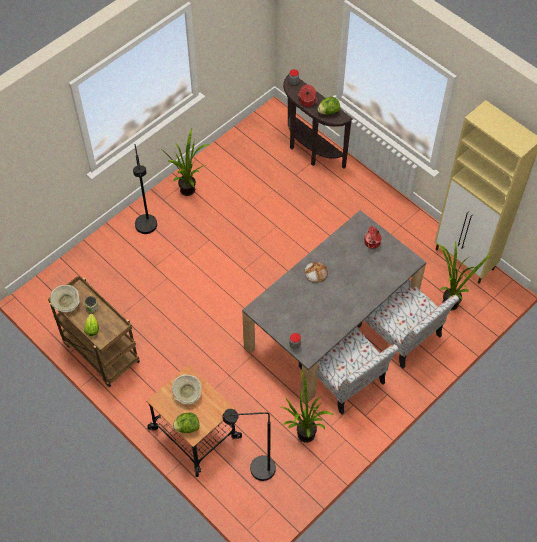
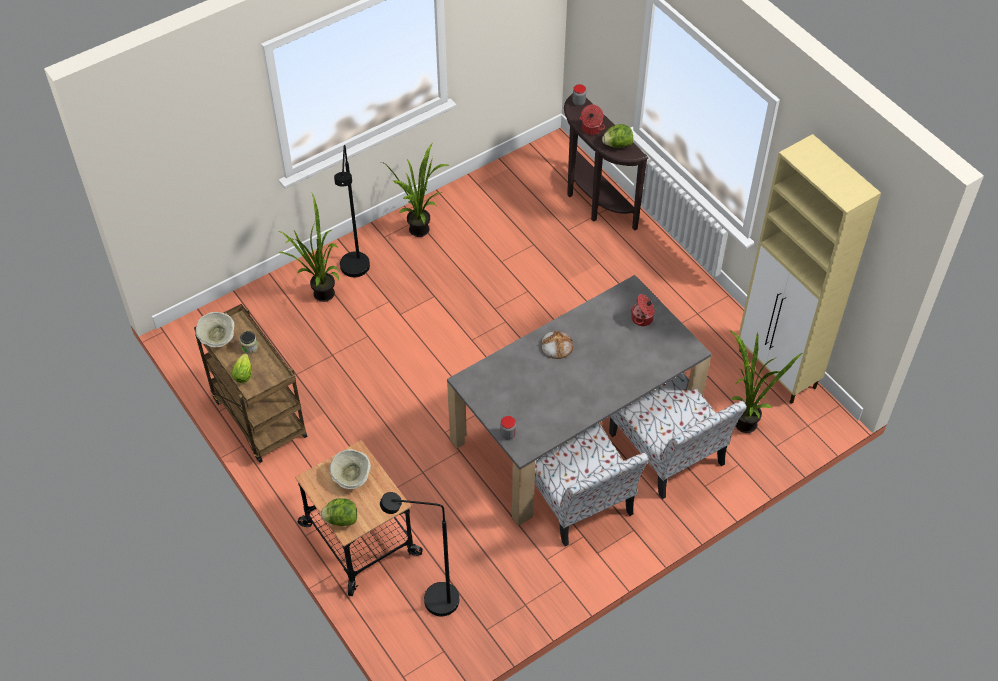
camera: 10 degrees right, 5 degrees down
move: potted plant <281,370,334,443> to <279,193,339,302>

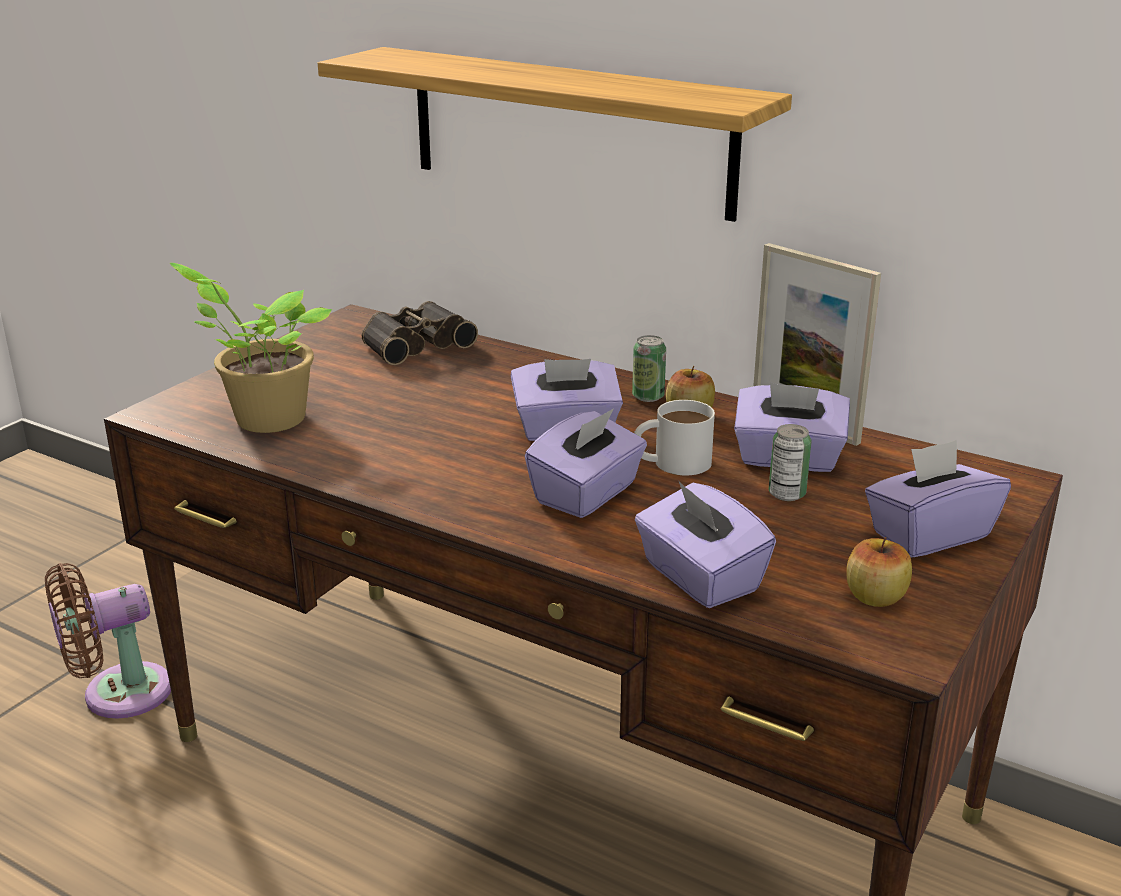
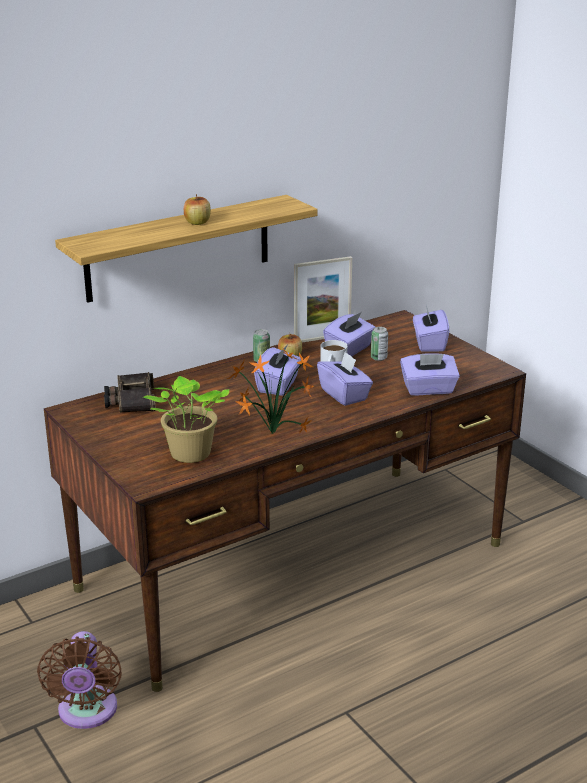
camera: 65 degrees left, 0 degrees up
insert: potted plant <227,347,314,435>
move: apple fruit <846,537,912,607> to <184,194,211,225>

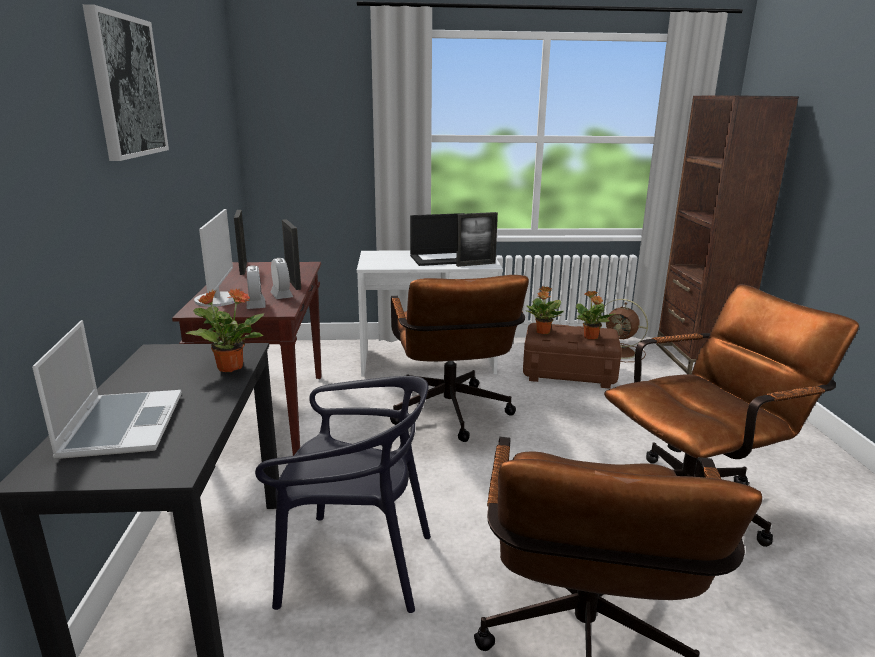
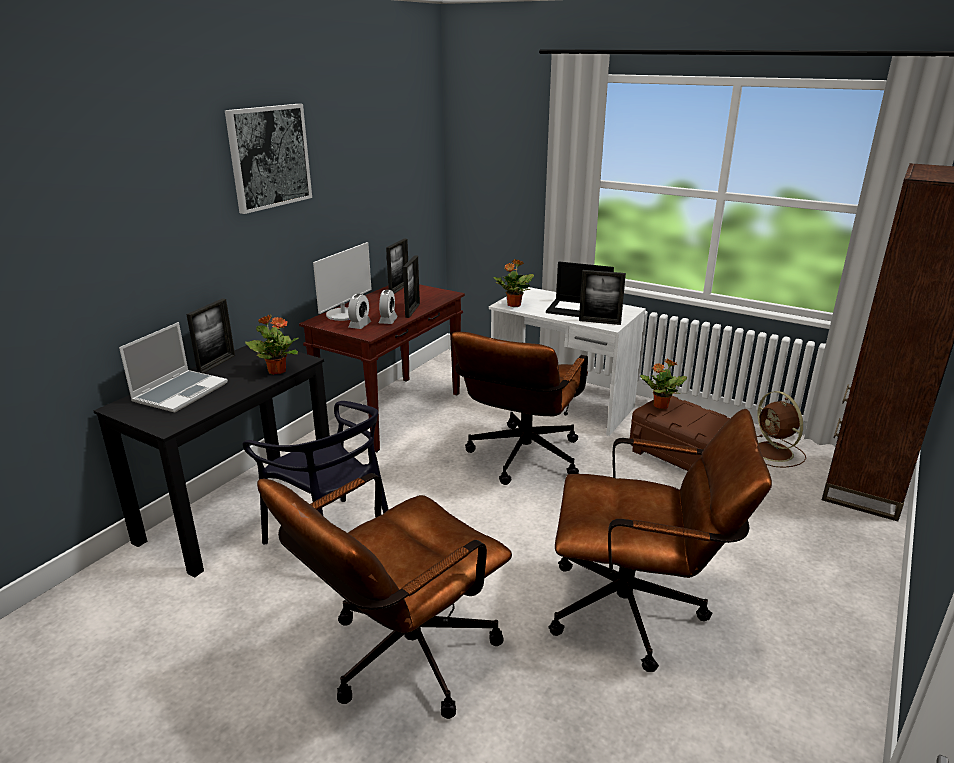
camera: 35 degrees right, 5 degrees up
insert: picture frame <186,299,235,373>
move: potted plant <576,291,615,339> to <493,259,534,307>

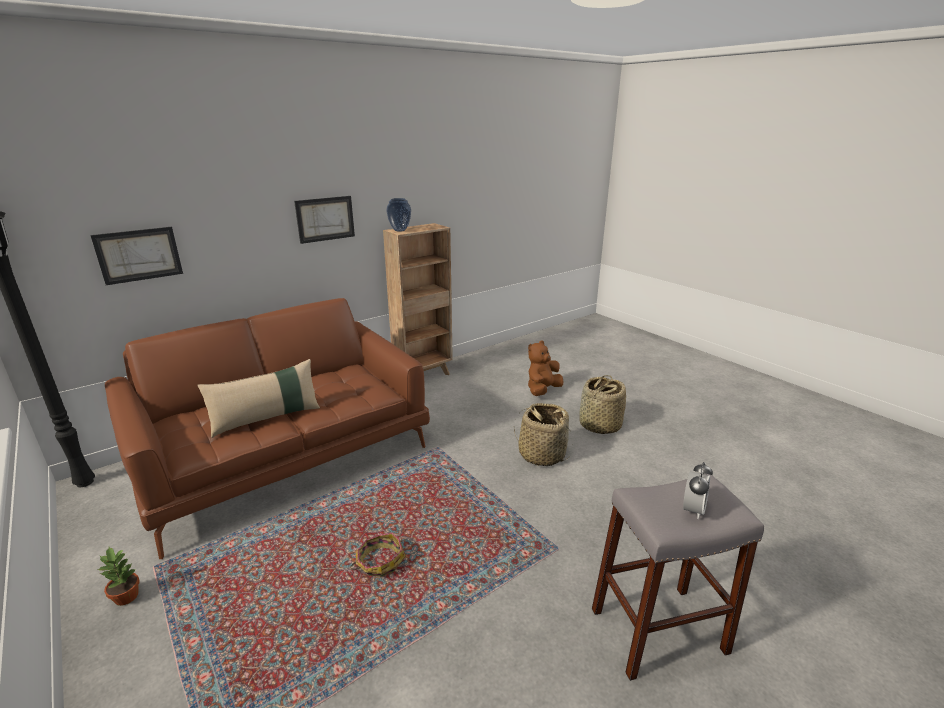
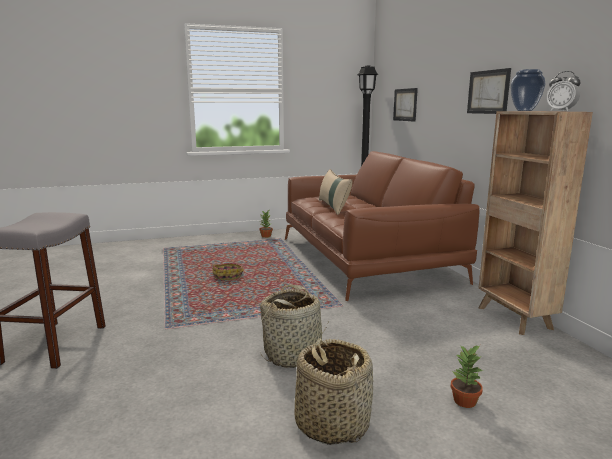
camera: 110 degrees right, 10 degrees down
move: table clock <683,462,713,519> to <546,71,581,111>
replace: brown-coloured plush toy <528,340,563,396> to potted plant <451,345,483,408>

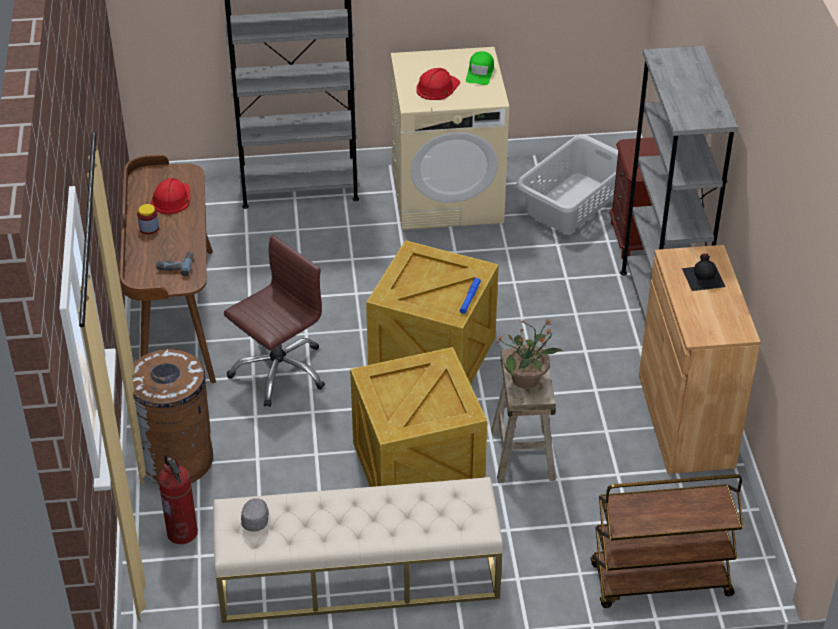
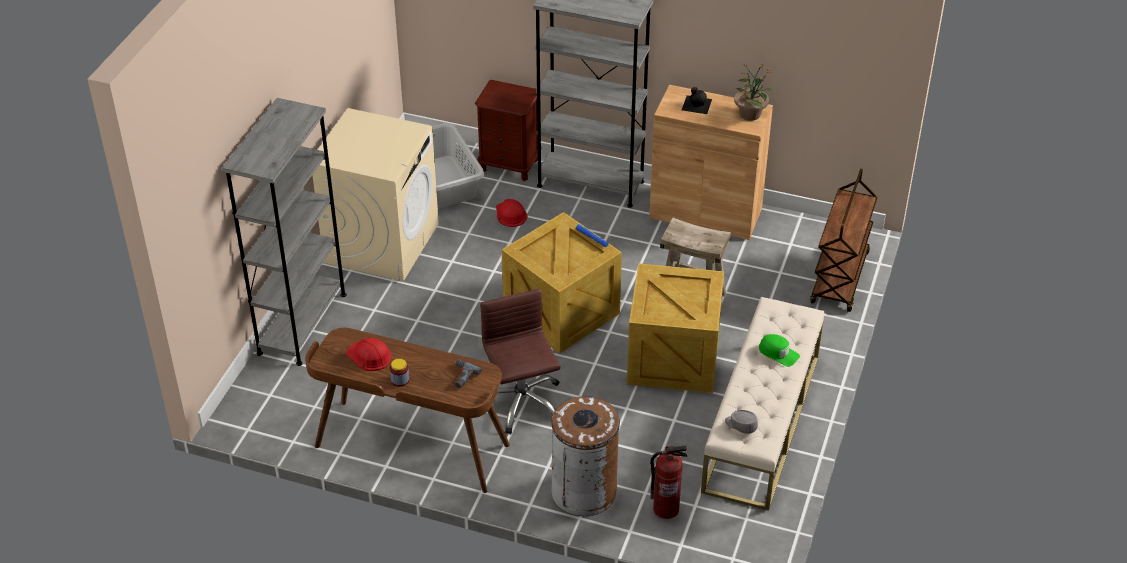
camera: 65 degrees left, 0 degrees up
move: red-coloured work helmet <416,68,460,100> to <496,199,528,227>; greenish peaked cap <466,51,494,85> to <759,334,800,367>; potted plant <496,318,563,389> to <734,63,775,121>

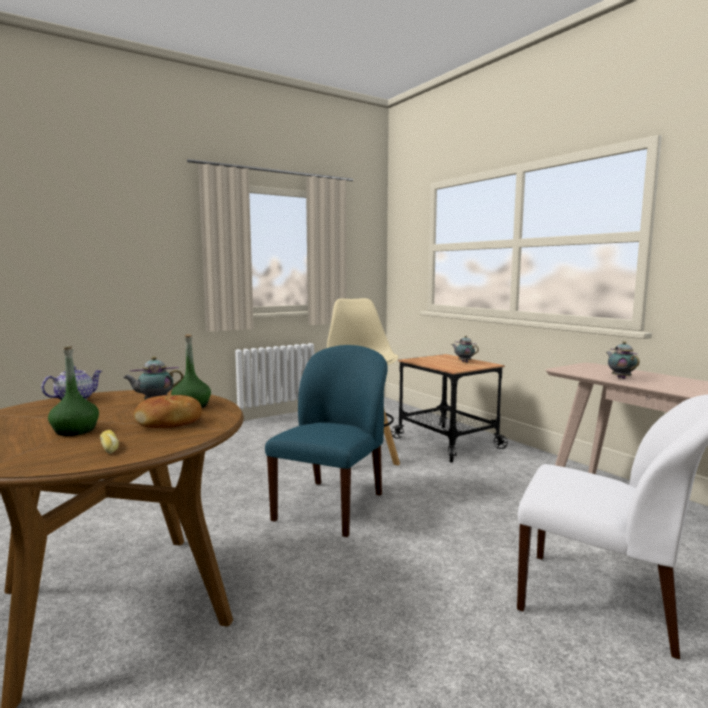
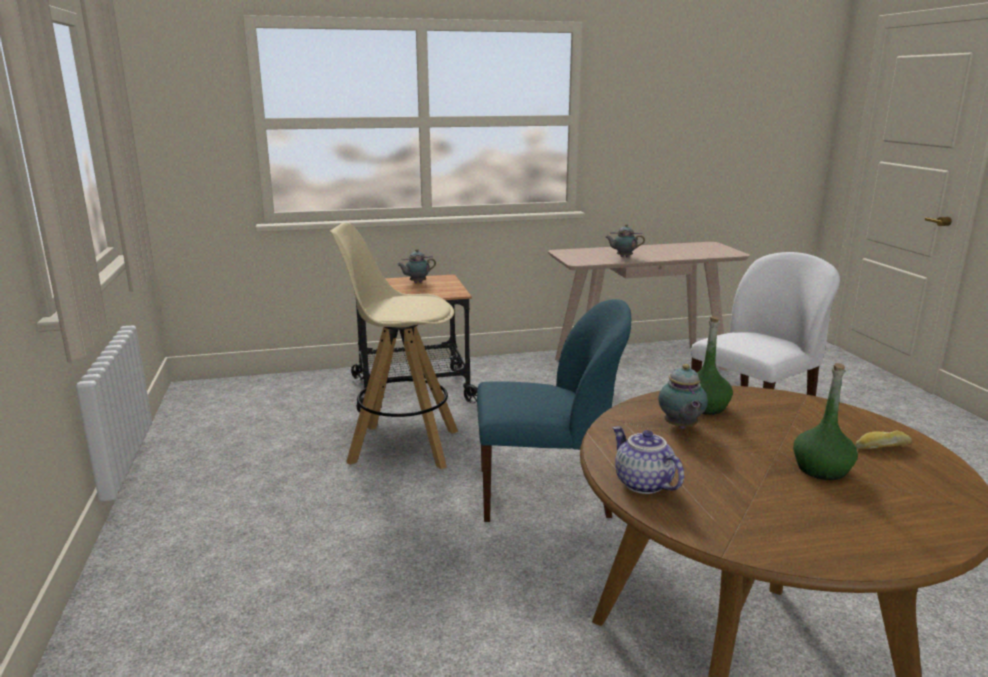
camera: 70 degrees left, 10 degrees up
delete: baked bread <134,395,202,428>
rotate: bluish plain chair <265,345,387,537> = <477,299,631,522> 135 degrees clockwise

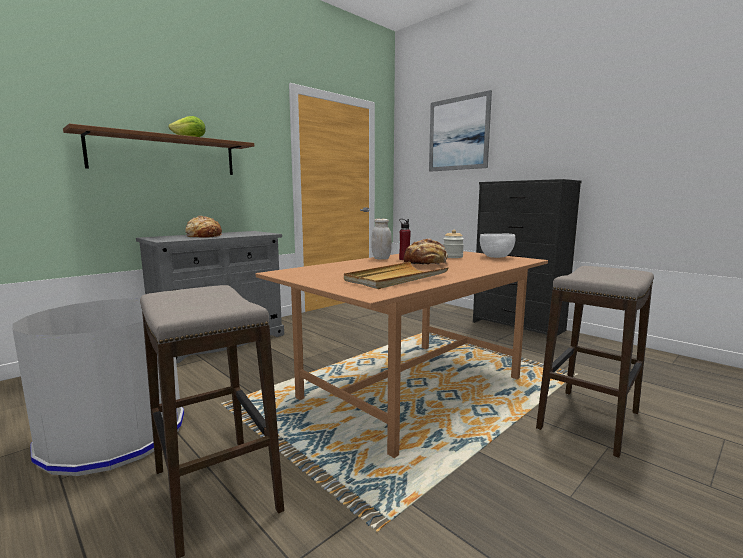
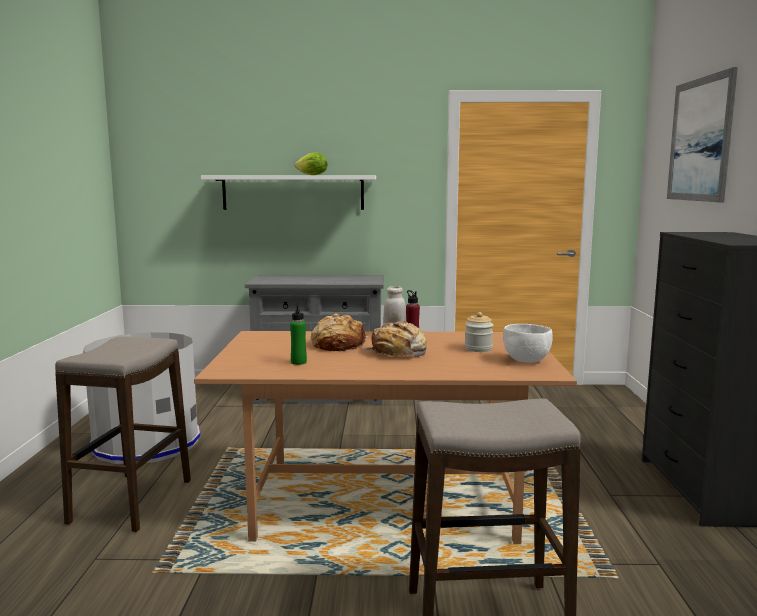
camera: 45 degrees right, 0 degrees up
move: baked bread <185,216,222,237> to <311,313,368,351>
replace: beige-coloured serving tray <344,262,448,289> to greenish beverage bottle <290,305,307,365>
recolor: brown-coloured shelf <63,124,254,175> to white-coloured shelf <201,176,376,210>

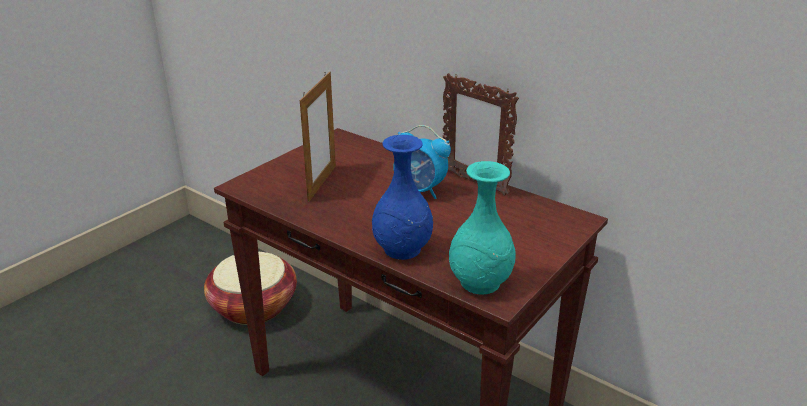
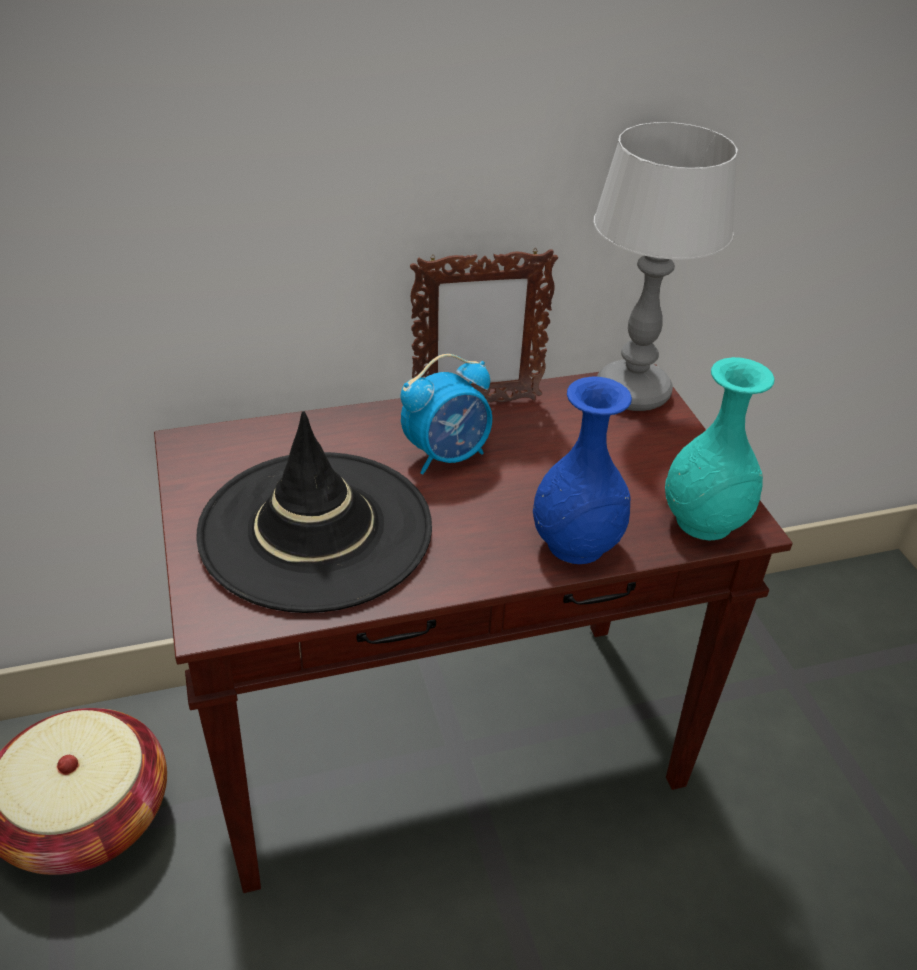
camera: 55 degrees left, 10 degrees up
insert: table lamp <593,122,738,411>
replace: picture frame <300,72,336,202> to blackish hat <196,411,432,613>

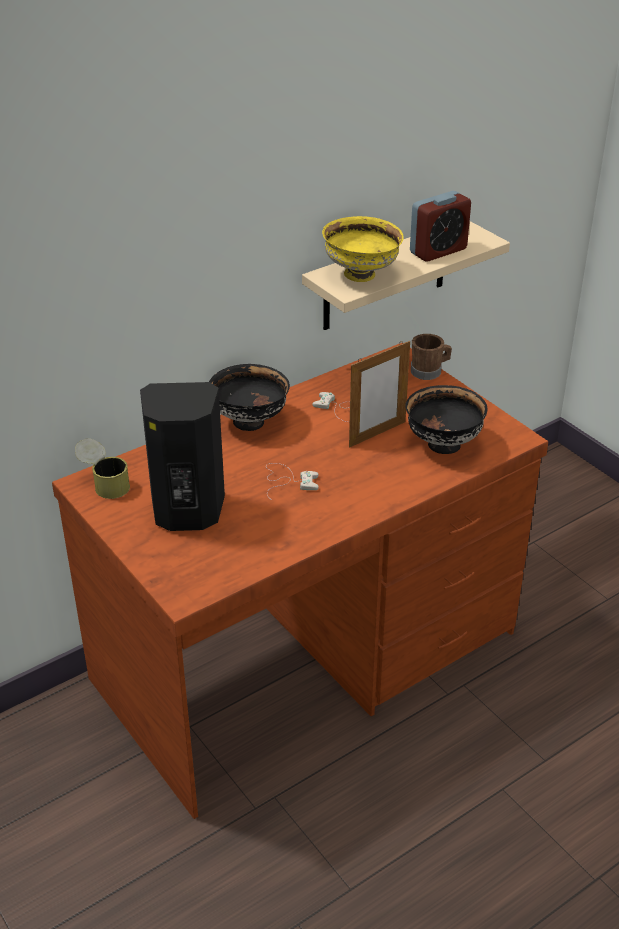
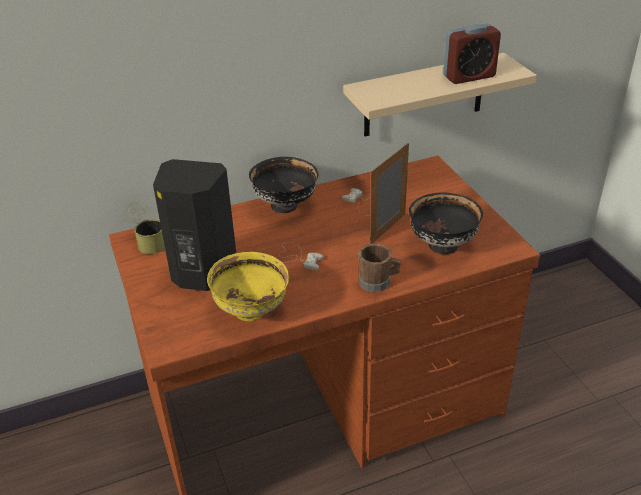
camera: 15 degrees right, 0 degrees up
move: yellow-coloured deep dish <322,216,404,282> to <207,252,289,321>; brown-coloured tea mug <411,334,452,380> to <358,244,400,292>
rotate: picture frame <349,341,410,447> = <370,143,409,244> 150 degrees clockwise

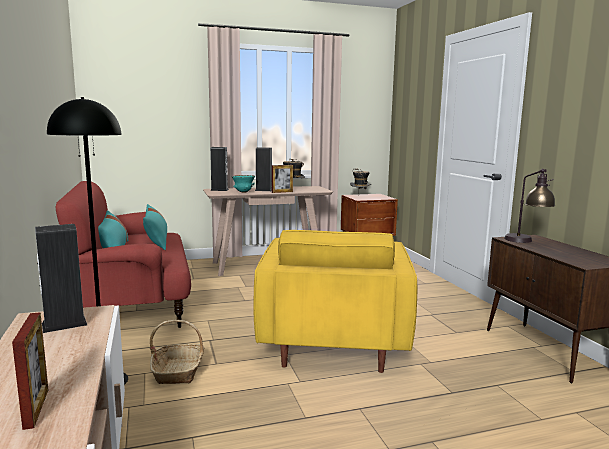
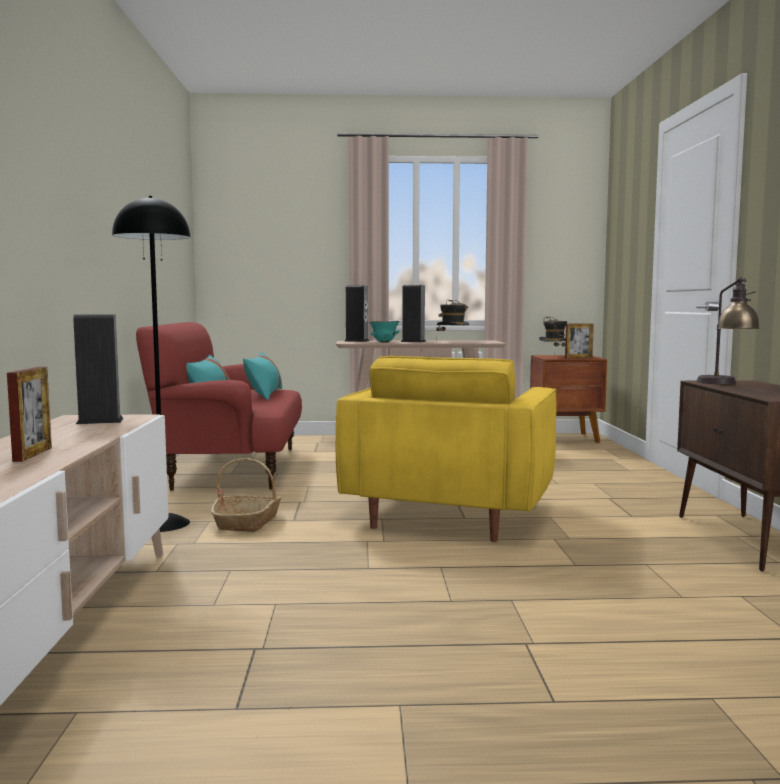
camera: 15 degrees right, 5 degrees down
move: picture frame <272,165,293,193> to <565,324,594,359>

